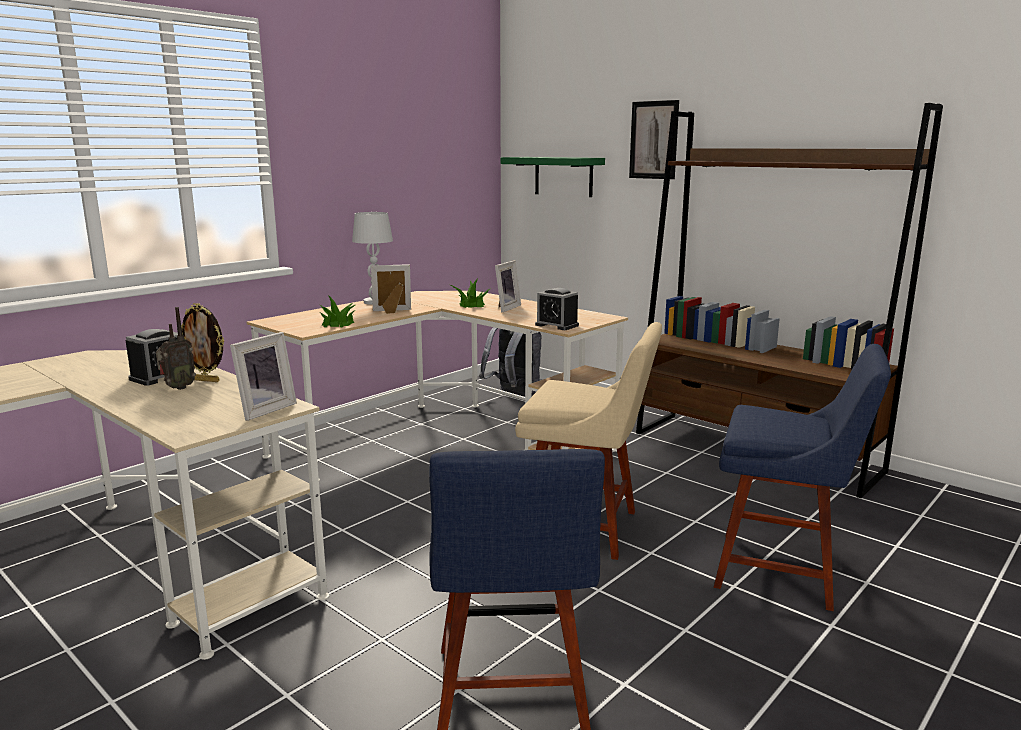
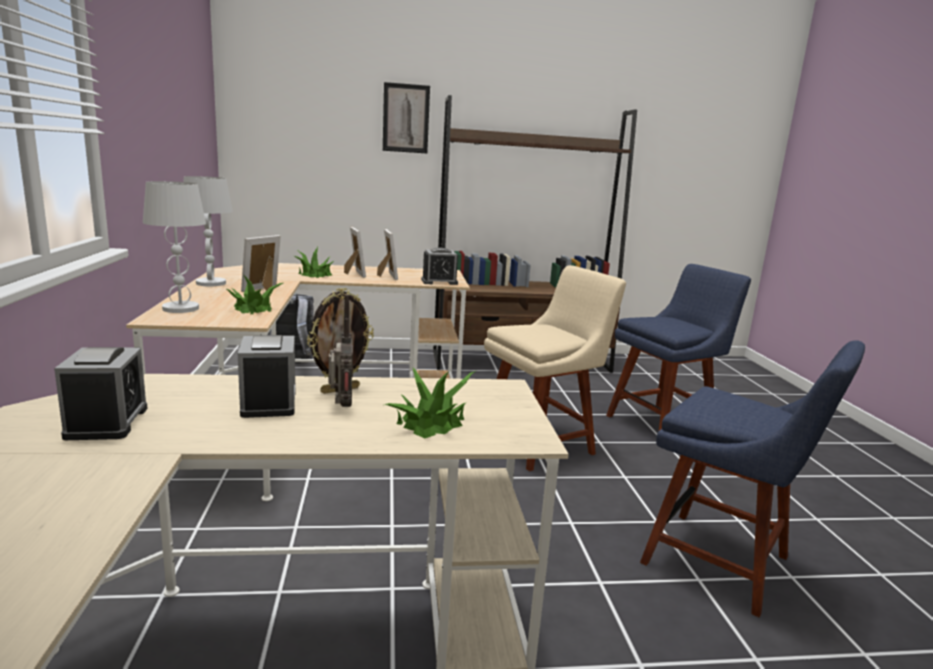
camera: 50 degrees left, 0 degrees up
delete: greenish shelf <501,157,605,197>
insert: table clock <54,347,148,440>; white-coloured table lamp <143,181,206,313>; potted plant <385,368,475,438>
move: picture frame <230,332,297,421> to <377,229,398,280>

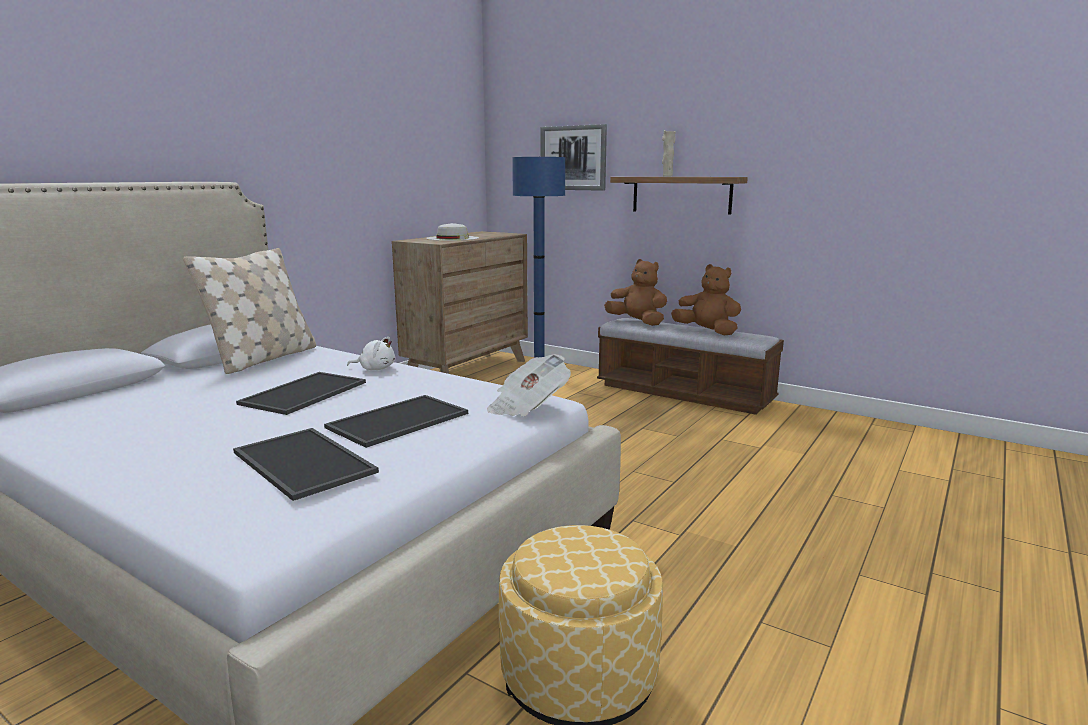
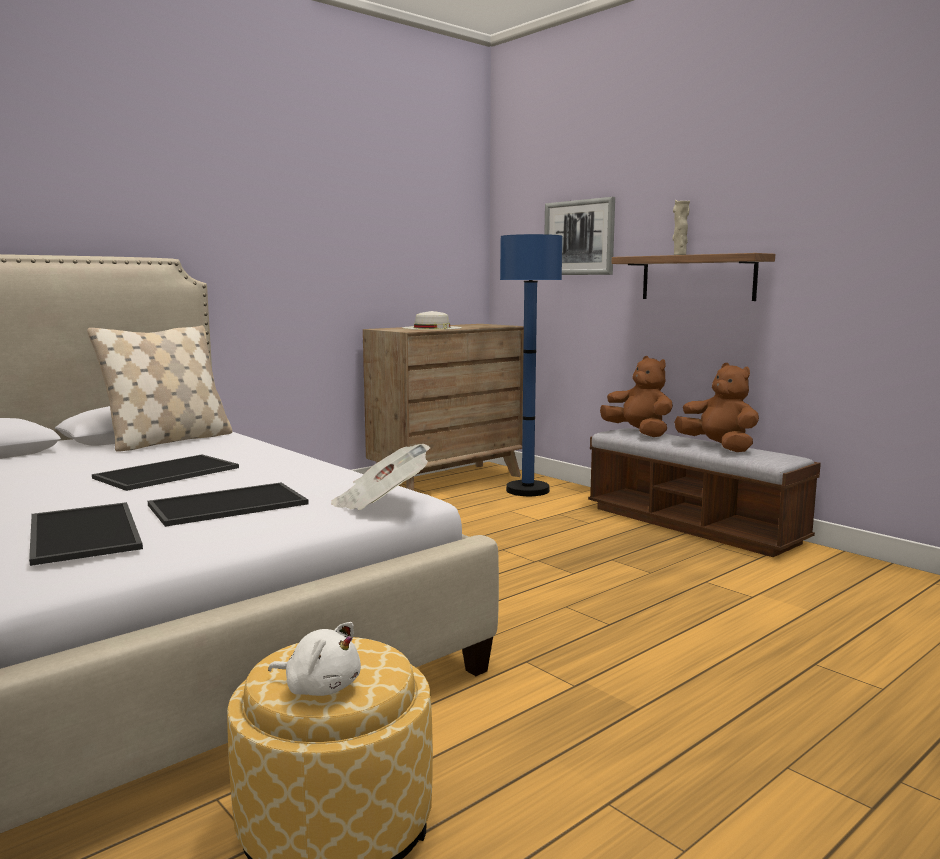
camera: 15 degrees right, 5 degrees down
move: white-coloured plush toy <347,337,395,370> to <268,622,361,696>

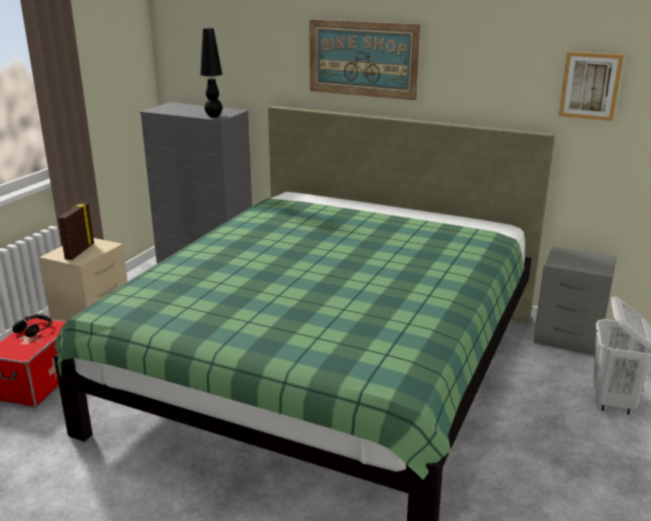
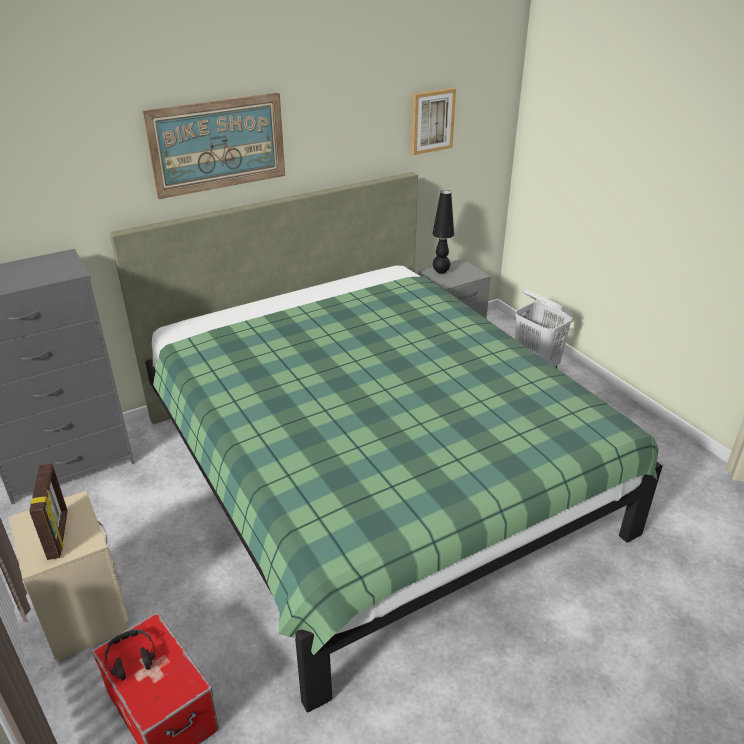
camera: 55 degrees left, 10 degrees up
move: blackish table lamp <200,28,222,117> to <432,190,454,274>
rotate: picture frame <58,203,94,260> = <29,464,68,560> 150 degrees counterclockwise

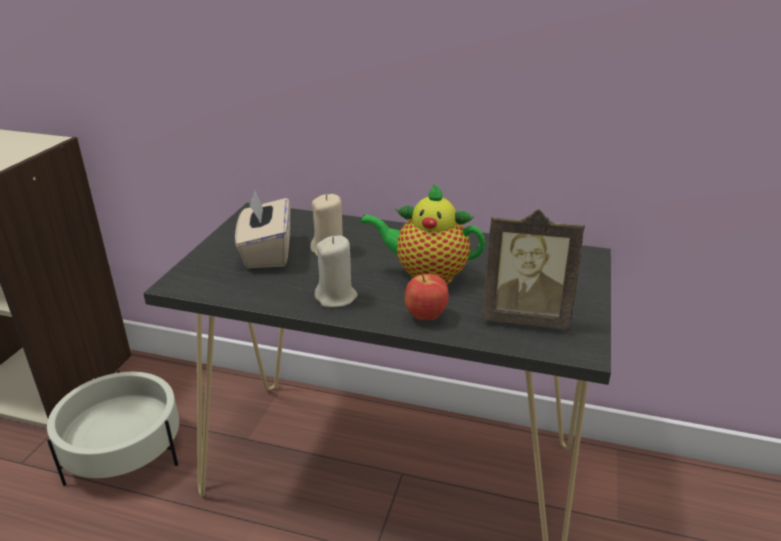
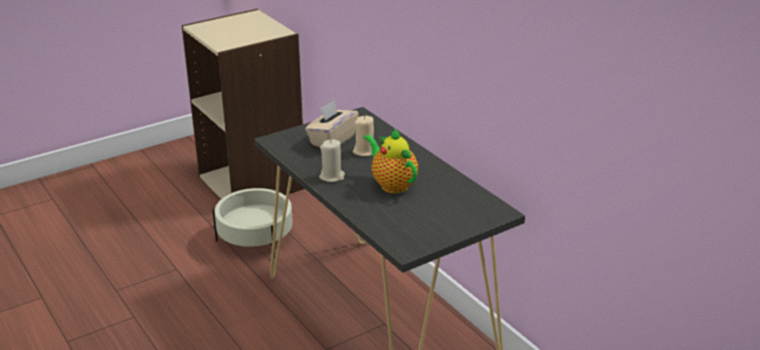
camera: 40 degrees right, 0 degrees up
delete: apple fruit <405,274,449,320>; picture frame <482,209,585,330>

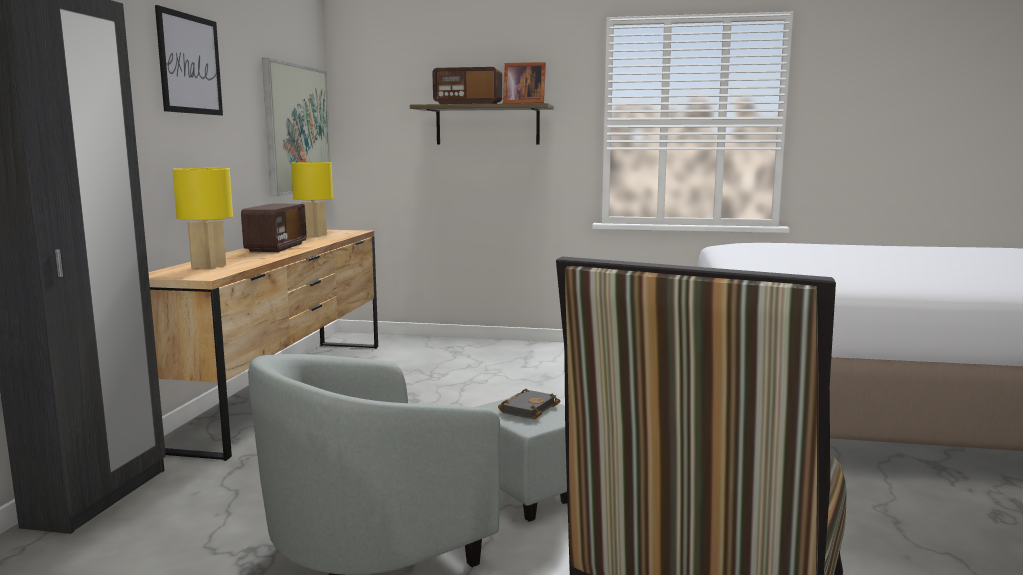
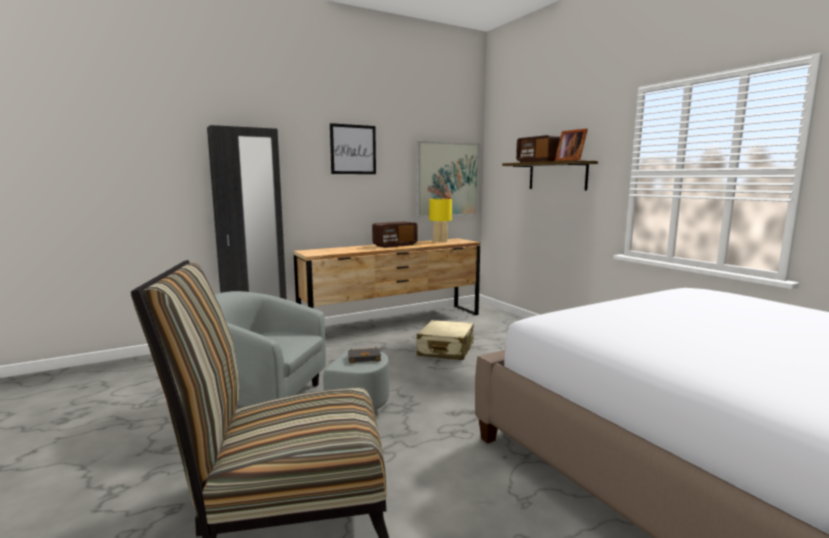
camera: 50 degrees right, 0 degrees up
delete: yellow-coloured table lamp <172,168,233,269>
insert: beige-coloured suitcase <417,320,473,360>

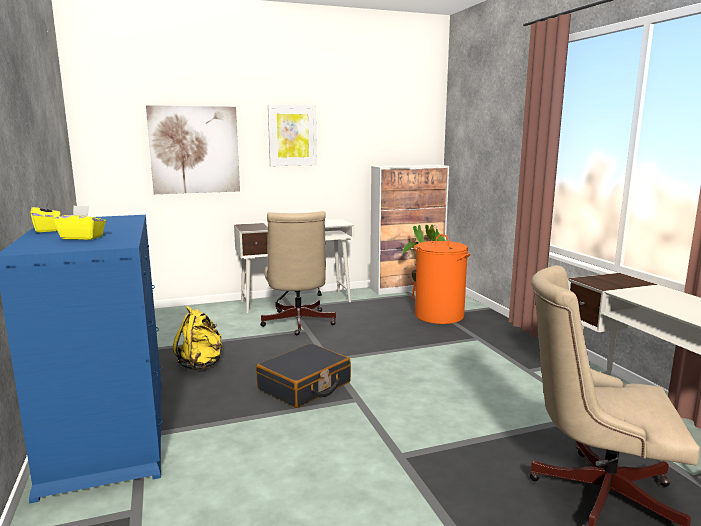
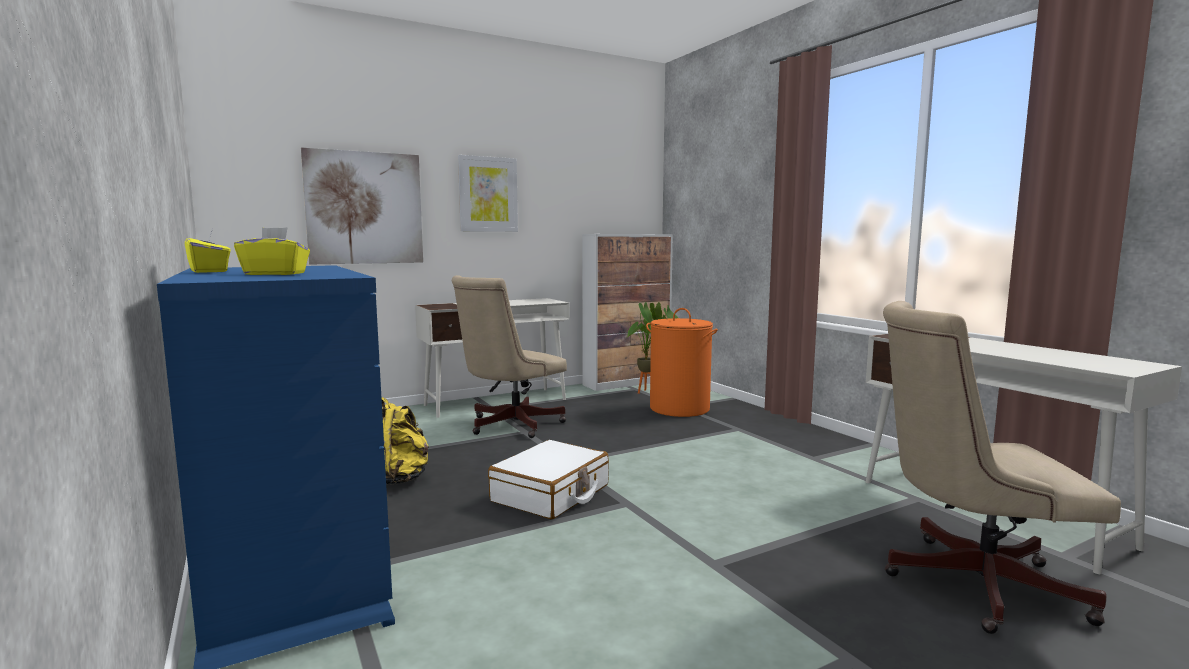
camera: 10 degrees left, 5 degrees down
recolor: blackish suitcase <256,343,351,408> to white-coloured suitcase <488,440,609,519>
rotate: beige-coloured computer chair <260,211,336,335> = <452,275,567,438> 60 degrees clockwise

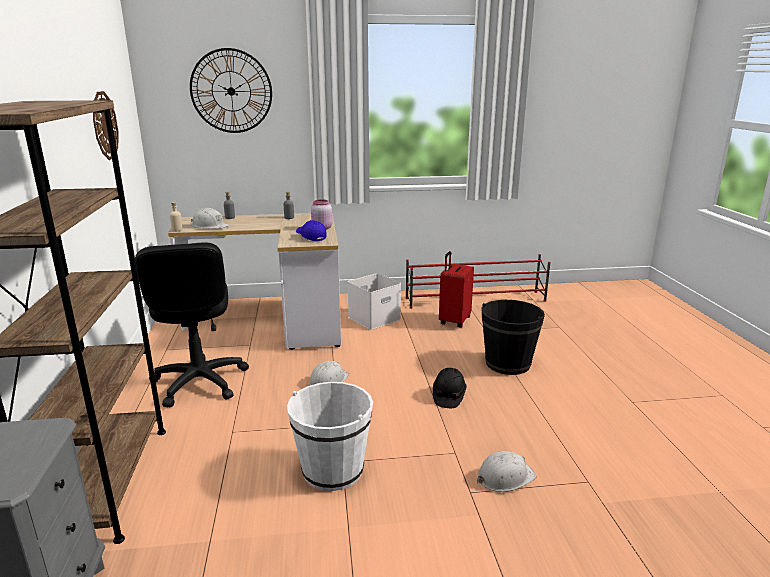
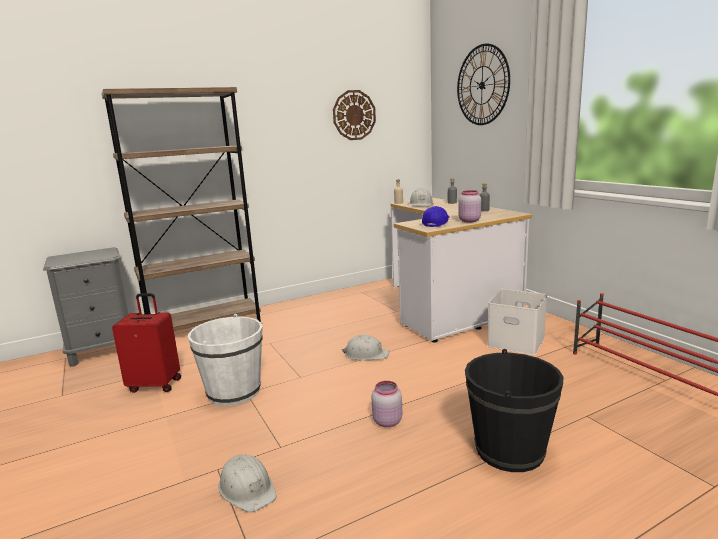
camera: 70 degrees right, 5 degrees down
delete: blackish computer chair <135,242,249,408>
move: red-coloured suitcase <439,251,474,328> to <112,293,181,393>
replace: blackish work helmet <433,368,467,408> to pink-coloured jar <371,381,402,427>

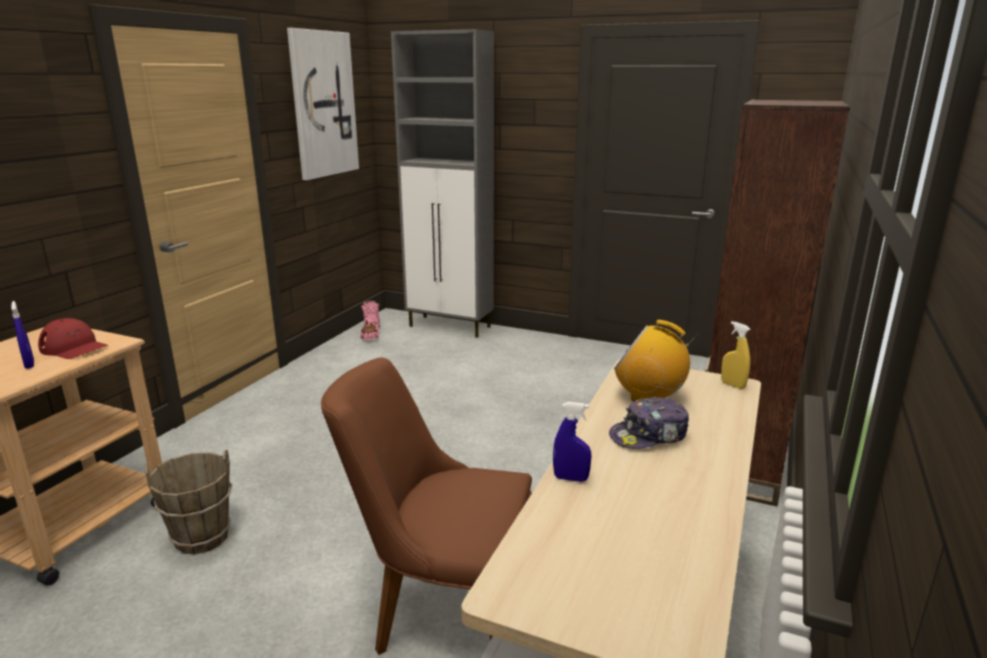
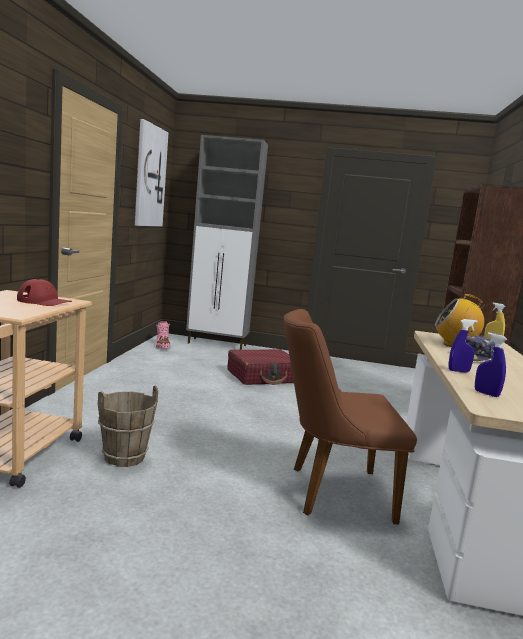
camera: 15 degrees left, 10 degrees down
insert: red-coloured suitcase <227,349,294,385>
move: bluish hand sprayer <11,301,34,369> to <475,332,507,397>

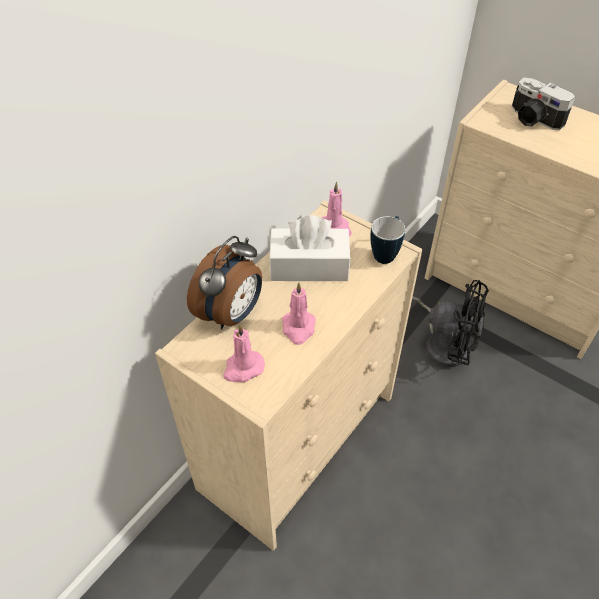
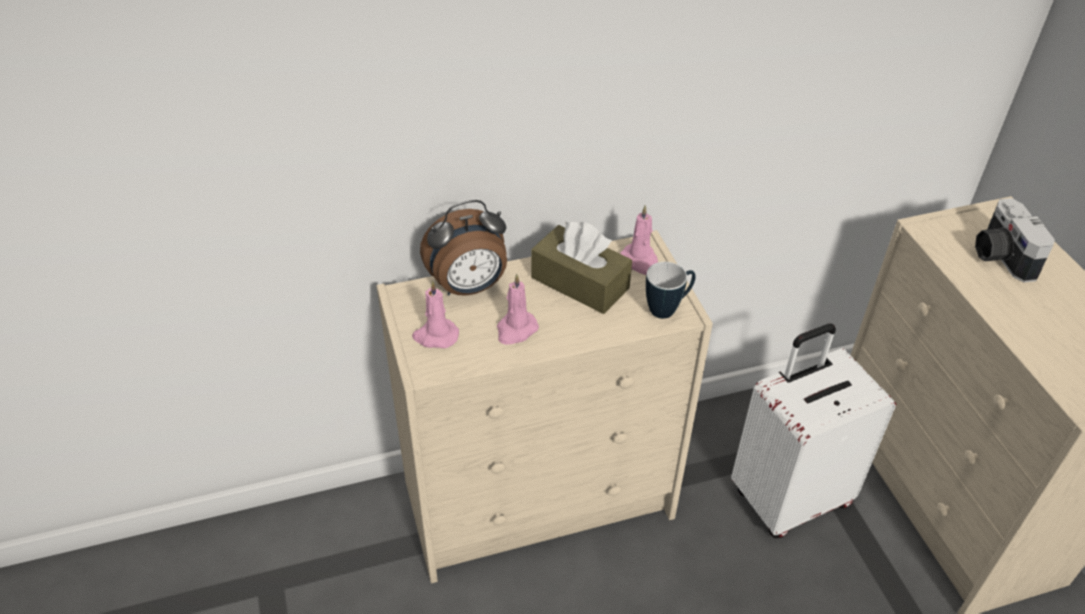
camera: 35 degrees right, 5 degrees down
replace: blackish cooling fan <412,280,489,367> to white-coloured suitcase <731,323,896,538>
recolor: white-coloured tissue holder <269,215,350,281> to brown-coloured tissue holder <531,222,632,314>

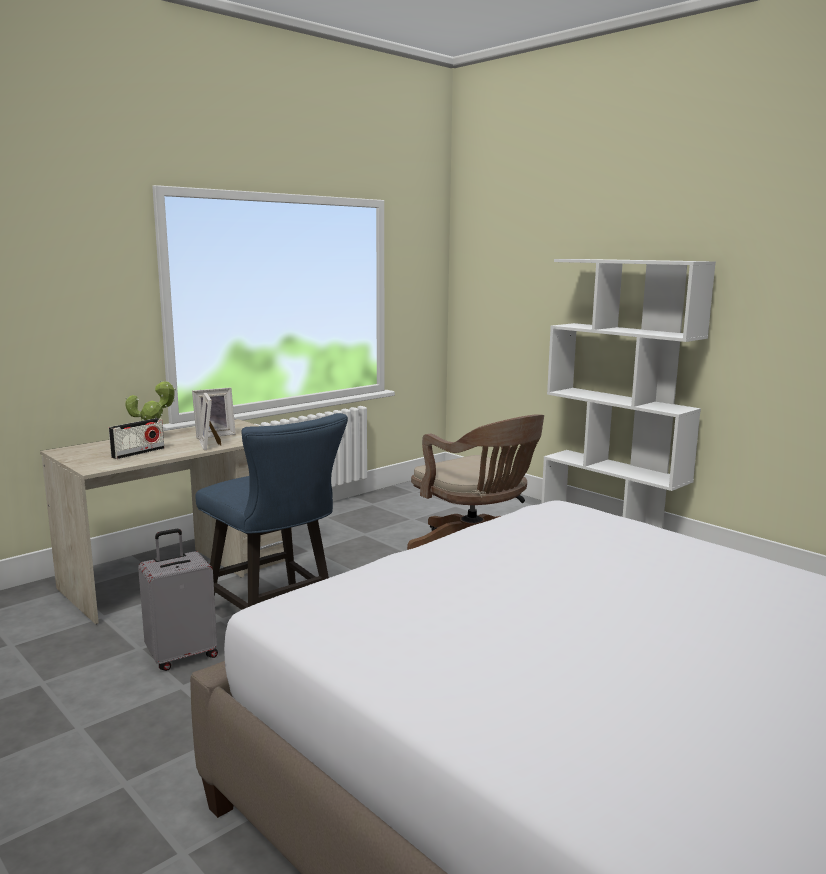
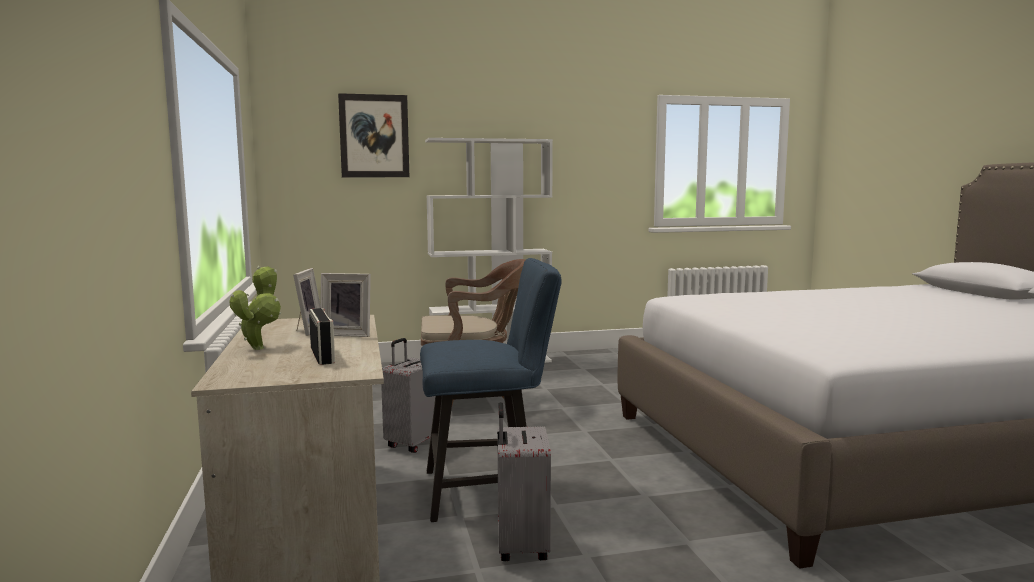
camera: 60 degrees left, 5 degrees down
insert: picture <338,93,409,177>; greyish suitcase <381,338,435,453>

